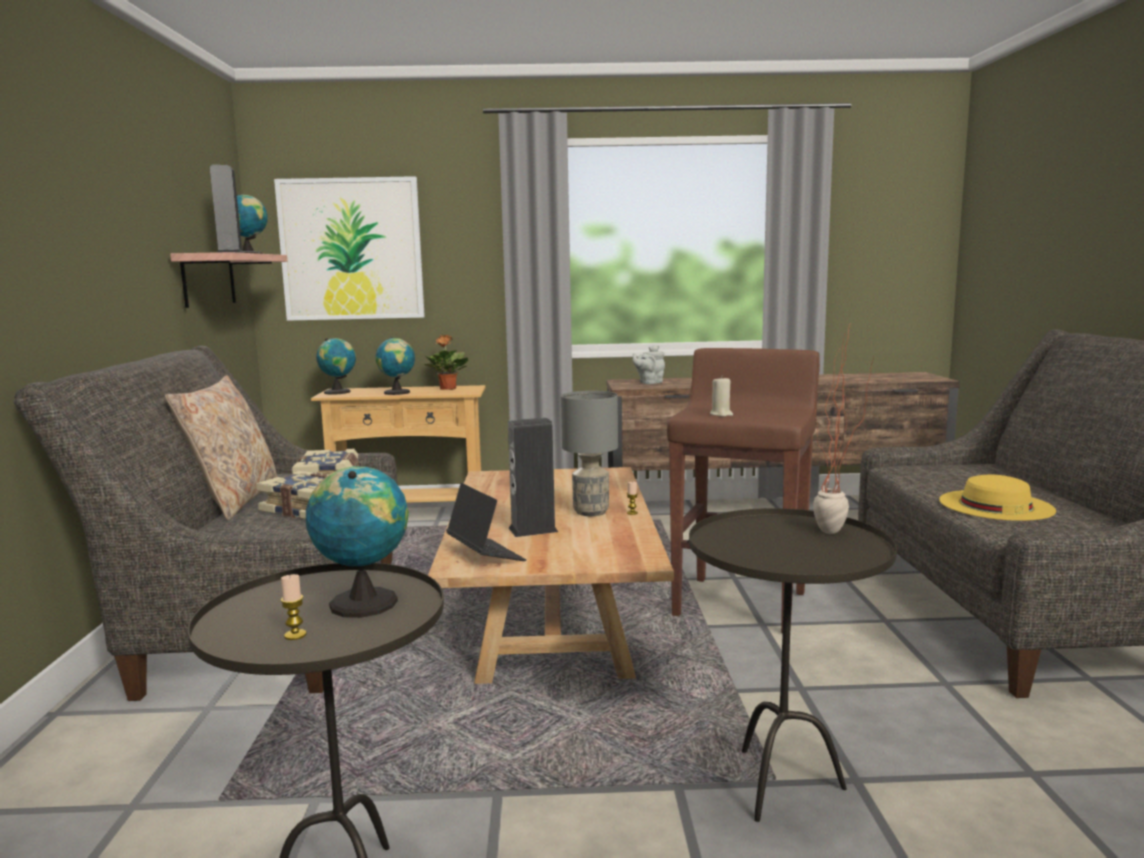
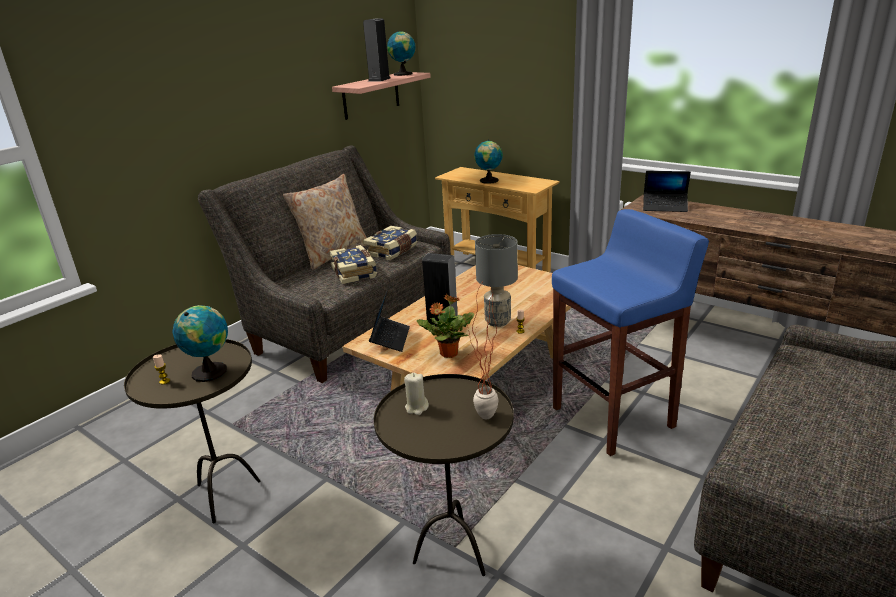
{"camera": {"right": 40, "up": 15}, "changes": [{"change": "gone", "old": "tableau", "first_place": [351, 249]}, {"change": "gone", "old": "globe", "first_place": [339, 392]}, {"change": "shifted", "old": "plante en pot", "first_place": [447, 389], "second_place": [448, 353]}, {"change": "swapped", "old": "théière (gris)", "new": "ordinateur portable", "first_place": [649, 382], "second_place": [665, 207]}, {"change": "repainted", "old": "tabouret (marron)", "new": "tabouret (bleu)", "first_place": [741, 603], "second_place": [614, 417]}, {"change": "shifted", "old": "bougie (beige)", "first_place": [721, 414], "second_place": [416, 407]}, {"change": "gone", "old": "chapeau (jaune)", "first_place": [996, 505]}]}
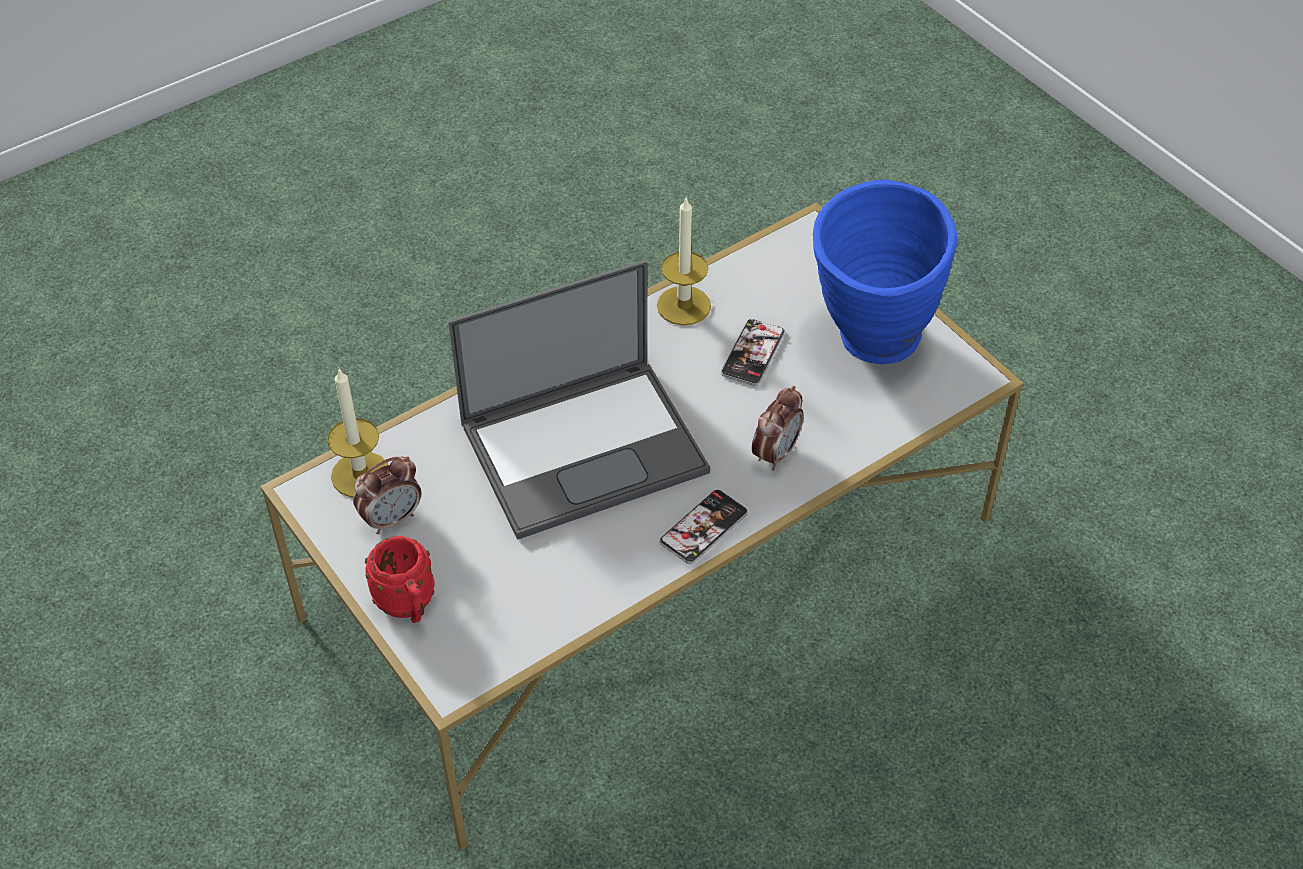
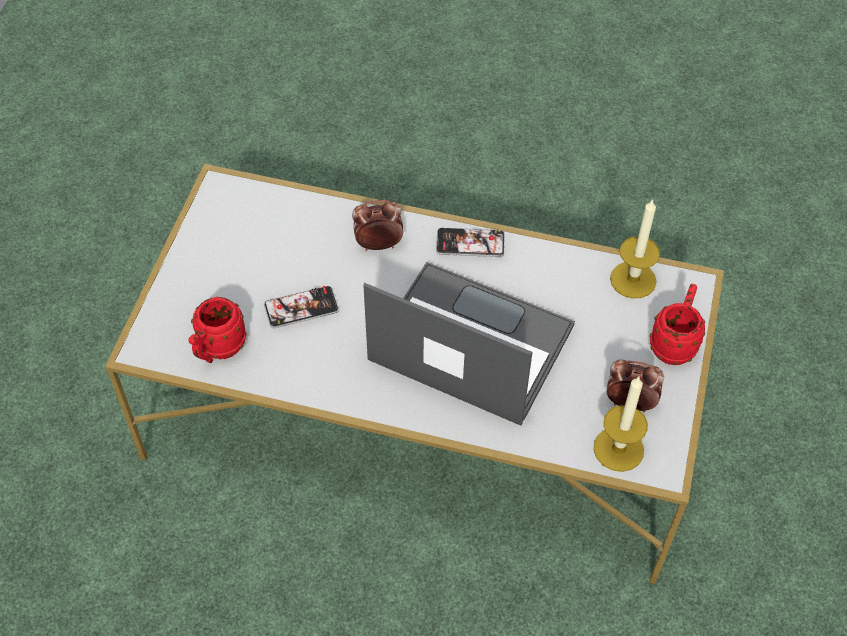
{"camera": {"right": -130, "up": 5}, "changes": [{"change": "shifted", "old": "bougie", "first_place": [683, 305], "second_place": [633, 280]}, {"change": "gone", "old": "vase (bleu)", "first_place": [869, 348]}, {"change": "new", "new": "mug (rouge)", "second_place": [218, 350]}]}
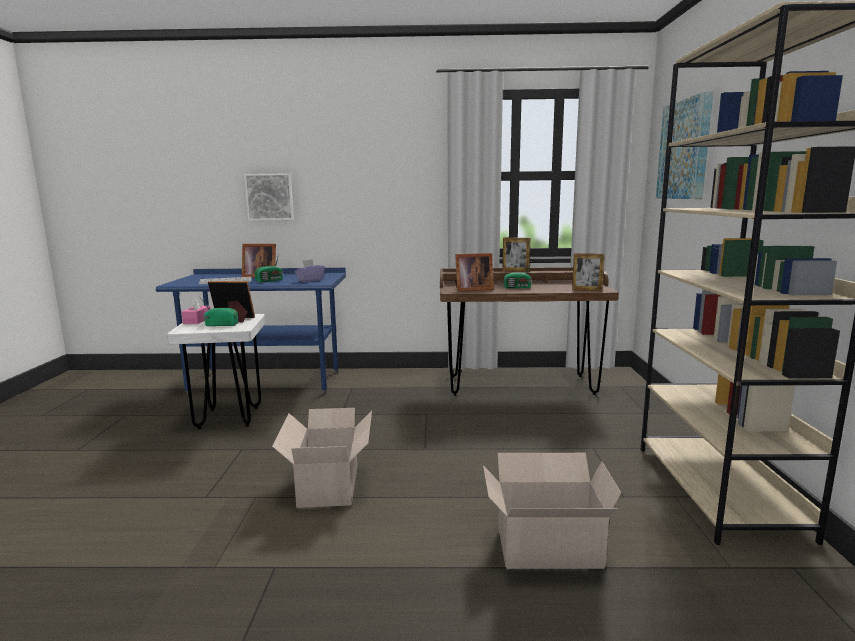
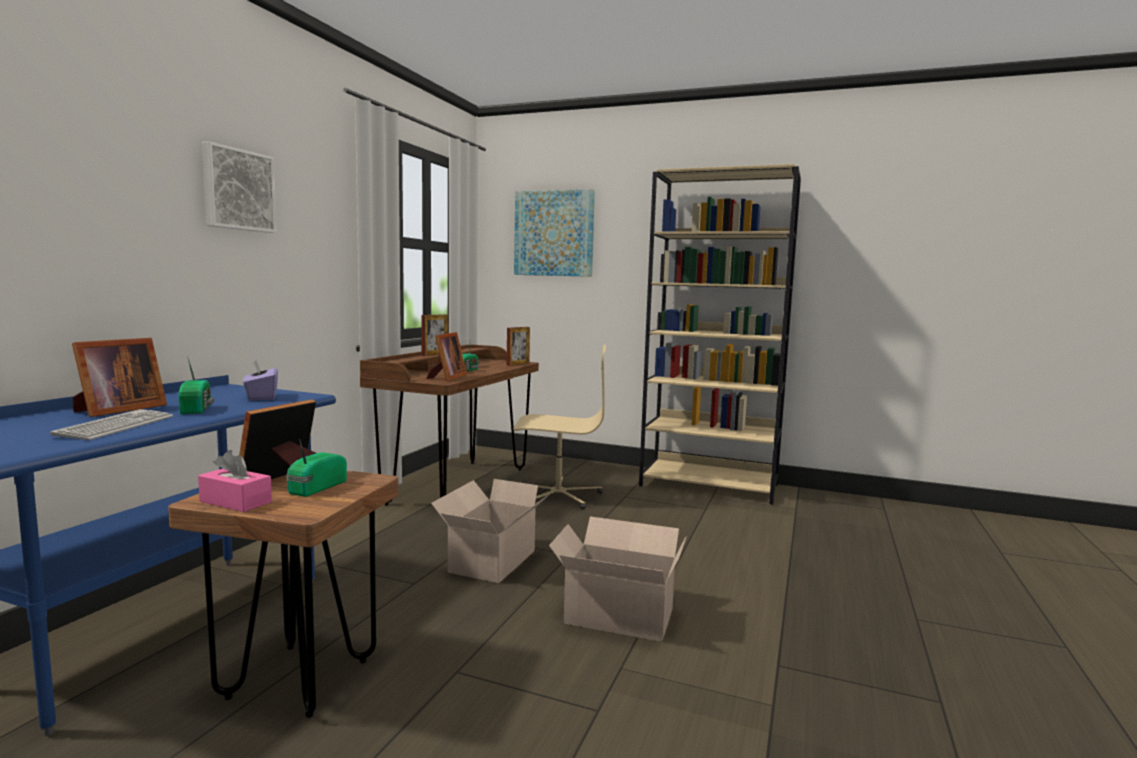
{"camera": {"right": -70, "up": -5}, "changes": [{"change": "repainted", "old": "tabouret (blanc)", "new": "tabouret (marron)", "first_place": [228, 418], "second_place": [299, 679]}, {"change": "shifted", "old": "tableau", "first_place": [270, 197], "second_place": [238, 190]}, {"change": "shifted", "old": "carton", "first_place": [545, 547], "second_place": [491, 562]}, {"change": "new", "new": "chaise de bureau (beige)", "second_place": [557, 496]}]}
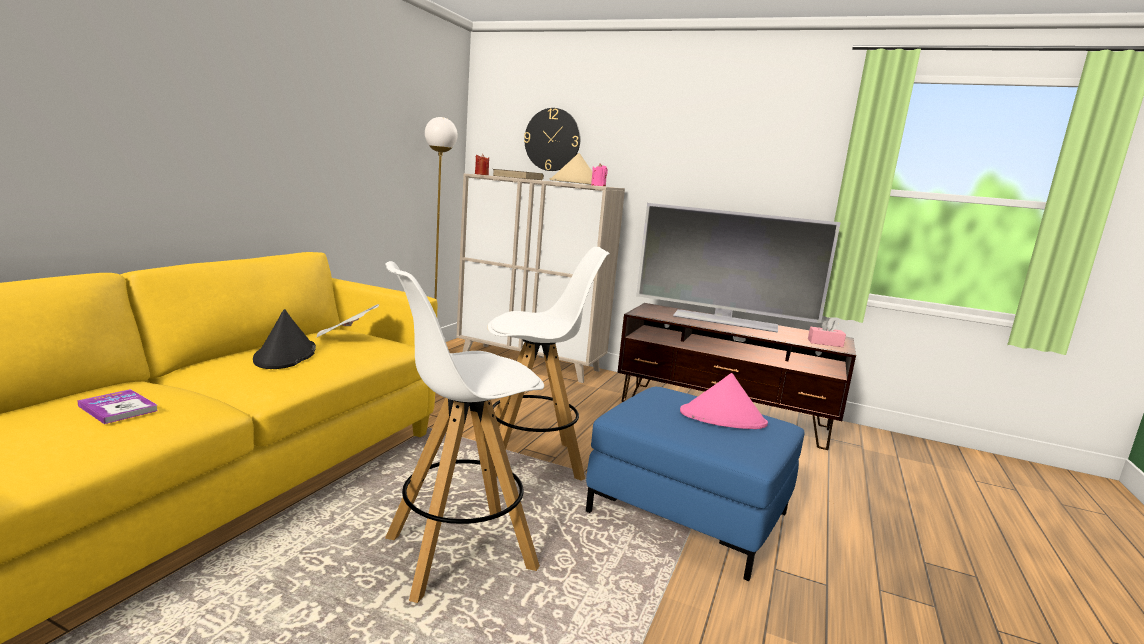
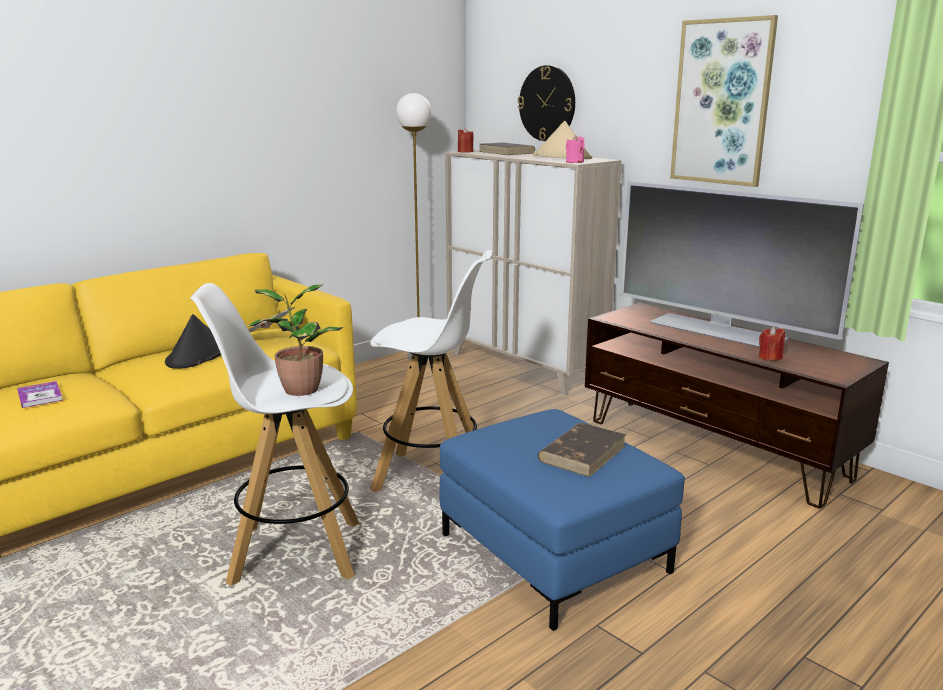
{"camera": {"right": 25, "up": 5}, "changes": [{"change": "swapped", "old": "chapeau (rose)", "new": "livre (marron)", "first_place": [723, 418], "second_place": [583, 453]}, {"change": "gone", "old": "boîte à mouchoirs (rose)", "first_place": [825, 343]}, {"change": "new", "new": "plante en pot", "second_place": [298, 389]}, {"change": "new", "new": "tableau", "second_place": [722, 102]}, {"change": "new", "new": "bougie (rouge)", "second_place": [770, 357]}]}
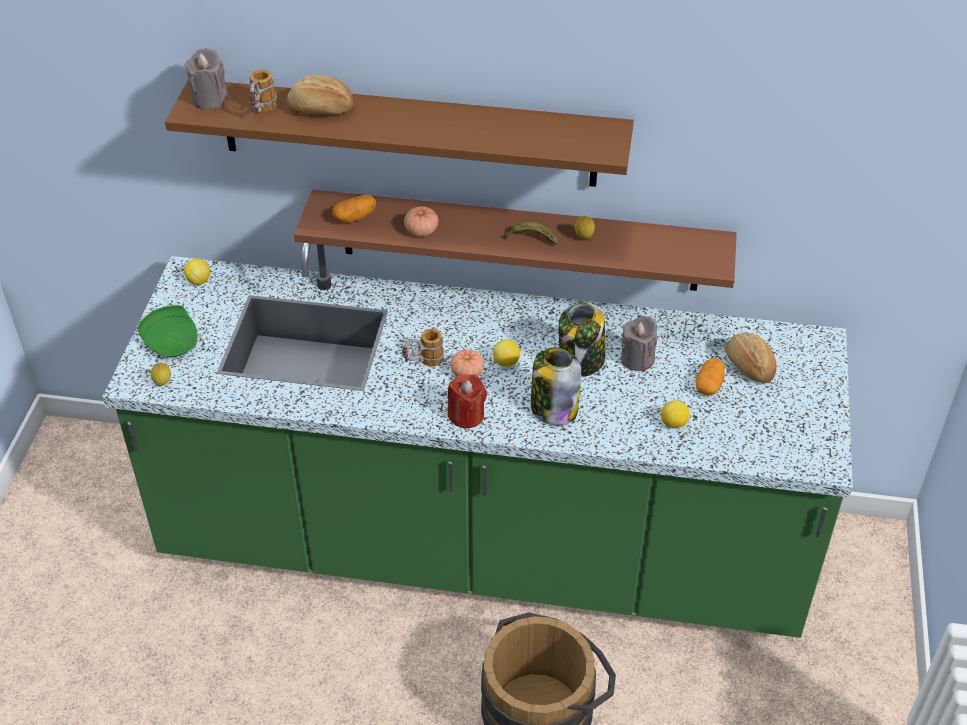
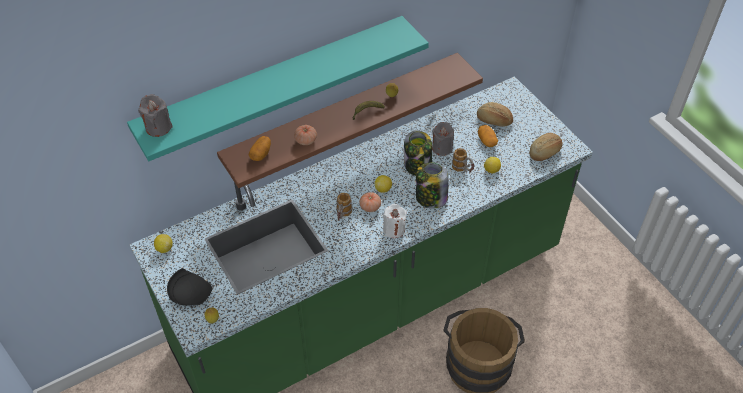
{"camera": {"right": -40, "up": 5}, "changes": [{"change": "repainted", "old": "assiette (vert)", "new": "assiette (noir)", "first_place": [173, 342], "second_place": [191, 293]}, {"change": "repainted", "old": "étagère (marron)", "new": "étagère (turquoise)", "first_place": [408, 133], "second_place": [275, 86]}, {"change": "shifted", "old": "mug", "first_place": [261, 112], "second_place": [463, 170]}, {"change": "shifted", "old": "pain", "first_place": [321, 110], "second_place": [545, 152]}, {"change": "repainted", "old": "bougie (rouge)", "new": "bougie (blanc)", "first_place": [466, 415], "second_place": [394, 229]}]}
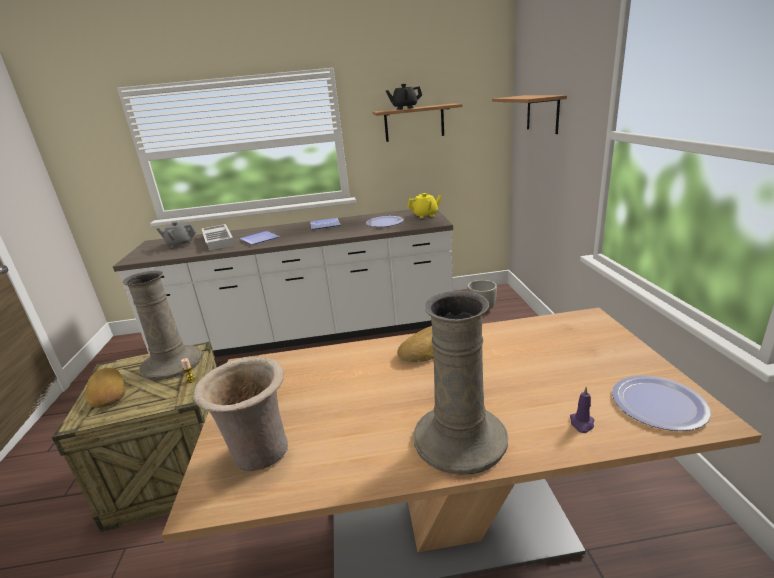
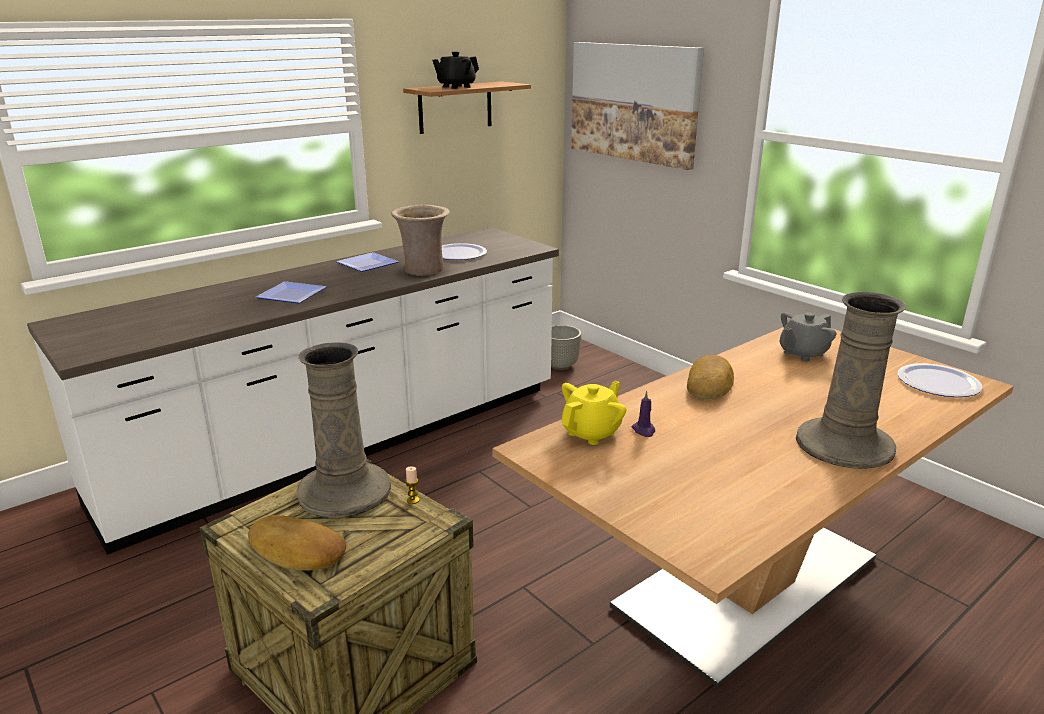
{"camera": {"right": -35, "up": 0}, "changes": [{"change": "shifted", "old": "théière (gris)", "first_place": [180, 244], "second_place": [802, 353]}, {"change": "shifted", "old": "vase (beige)", "first_place": [258, 453], "second_place": [424, 271]}, {"change": "gone", "old": "plateau (blanc)", "first_place": [219, 240]}, {"change": "shifted", "old": "théière (jaune)", "first_place": [425, 215], "second_place": [592, 432]}, {"change": "swapped", "old": "étagère", "new": "tableau", "first_place": [542, 113], "second_place": [634, 102]}, {"change": "shifted", "old": "bougie (violet)", "first_place": [582, 423], "second_place": [644, 430]}]}
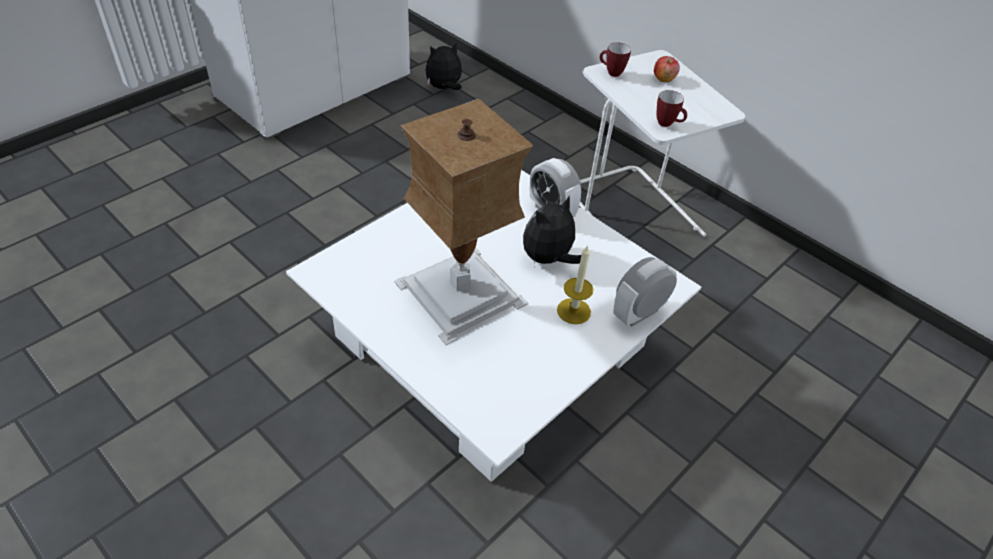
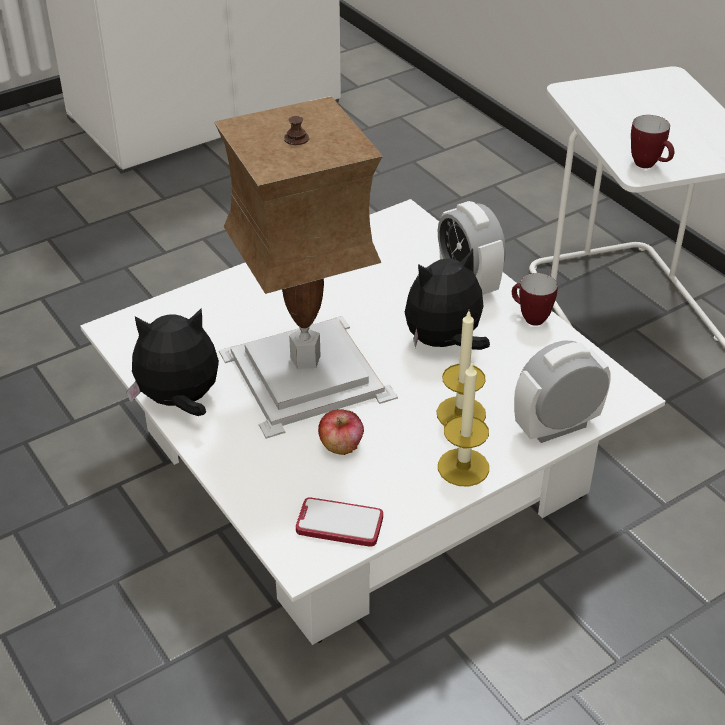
{"camera": {"right": 15, "up": -5}, "changes": [{"change": "shifted", "old": "peluche", "first_place": [444, 88], "second_place": [180, 401]}, {"change": "shifted", "old": "mug", "first_place": [611, 73], "second_place": [529, 318]}, {"change": "shifted", "old": "pomme", "first_place": [664, 78], "second_place": [341, 446]}, {"change": "new", "new": "téléphone", "second_place": [339, 524]}, {"change": "new", "new": "bougie", "second_place": [463, 467]}]}
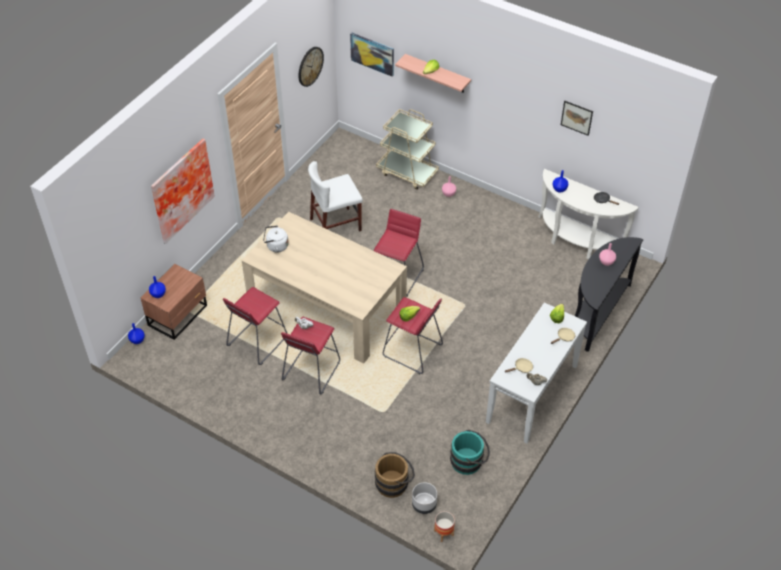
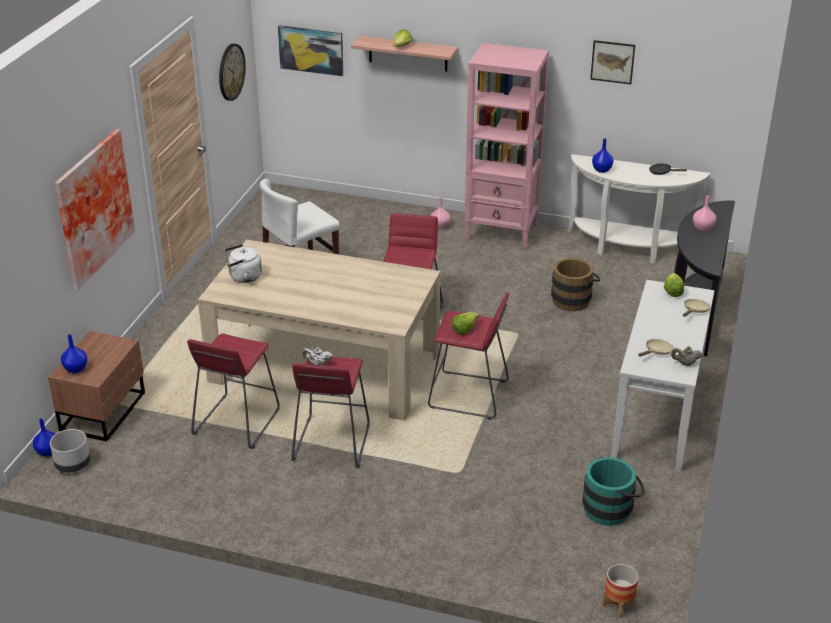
{"camera": {"right": -15, "up": -15}, "changes": [{"change": "shifted", "old": "seau (marron)", "first_place": [394, 483], "second_place": [573, 299]}, {"change": "gone", "old": "chariot (beige)", "first_place": [407, 172]}, {"change": "shifted", "old": "cache-pot (gris)", "first_place": [424, 504], "second_place": [73, 465]}, {"change": "new", "new": "bibliothèque (rose)", "second_place": [501, 233]}]}
